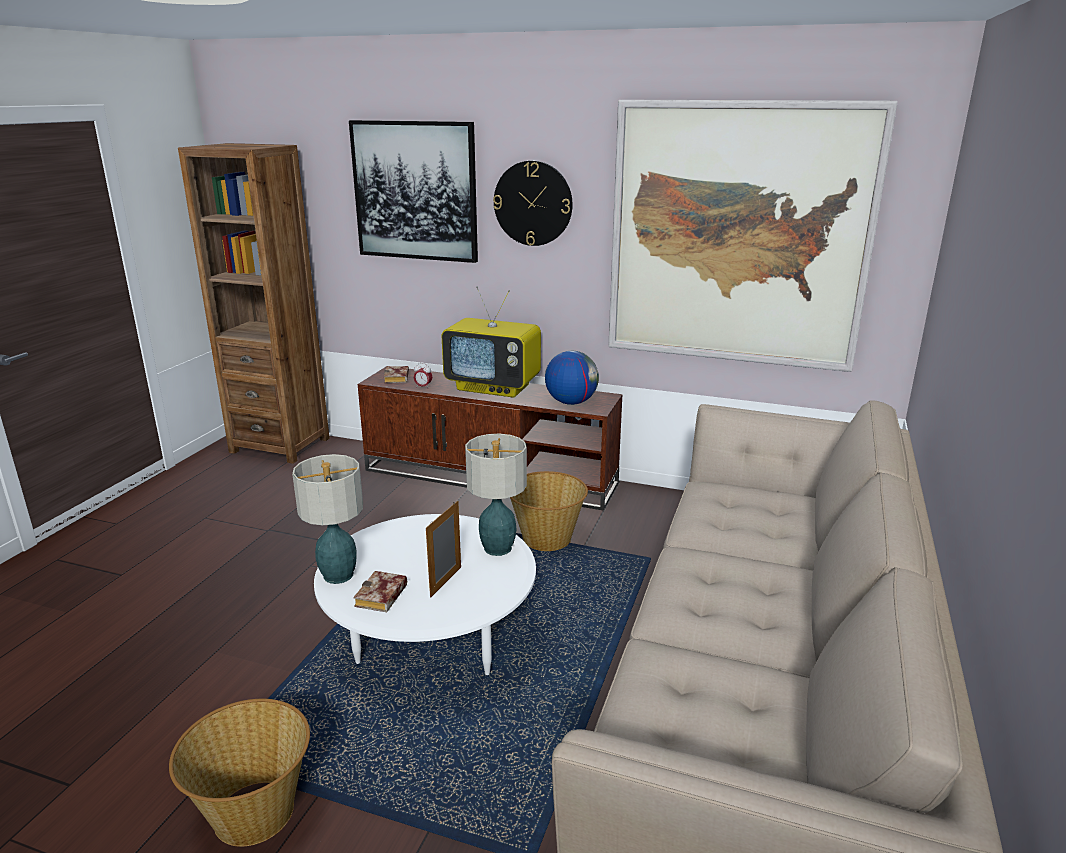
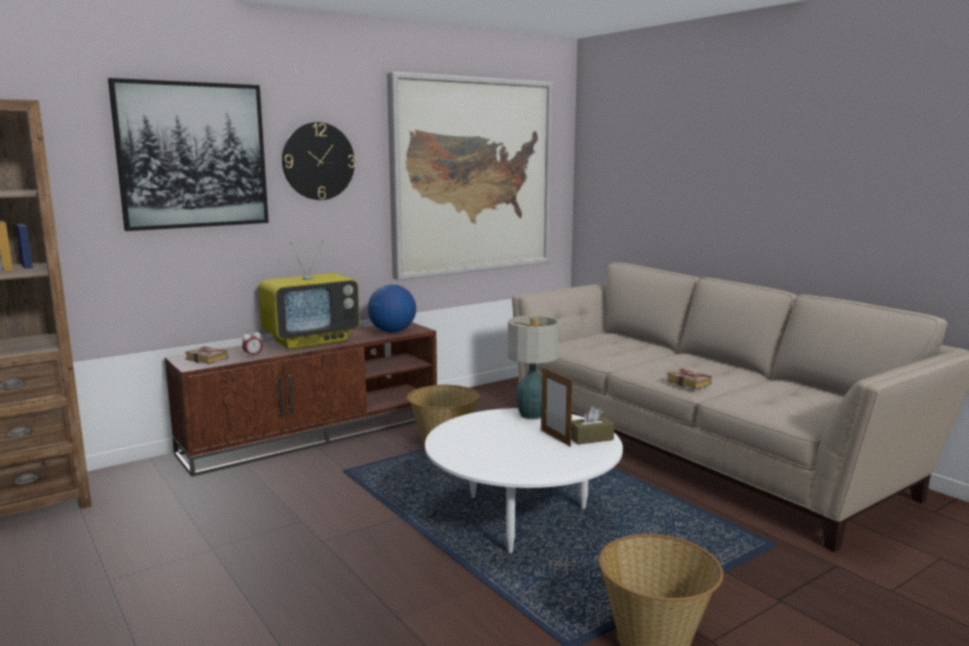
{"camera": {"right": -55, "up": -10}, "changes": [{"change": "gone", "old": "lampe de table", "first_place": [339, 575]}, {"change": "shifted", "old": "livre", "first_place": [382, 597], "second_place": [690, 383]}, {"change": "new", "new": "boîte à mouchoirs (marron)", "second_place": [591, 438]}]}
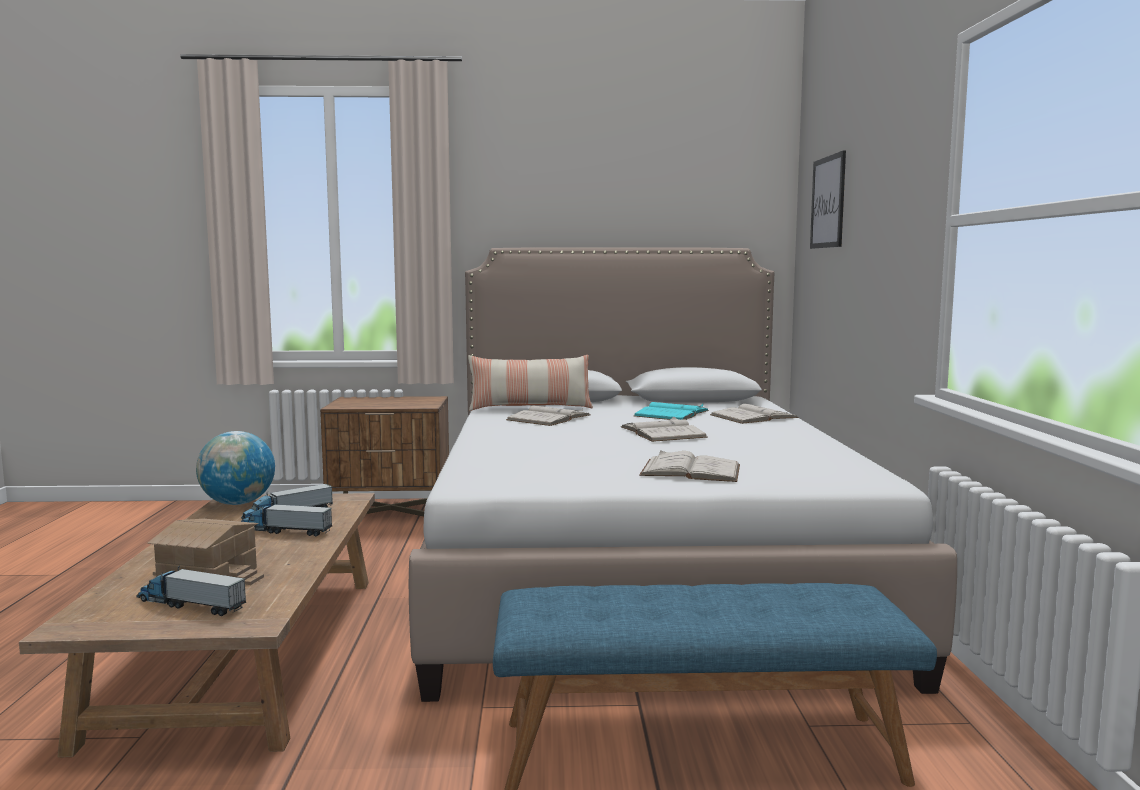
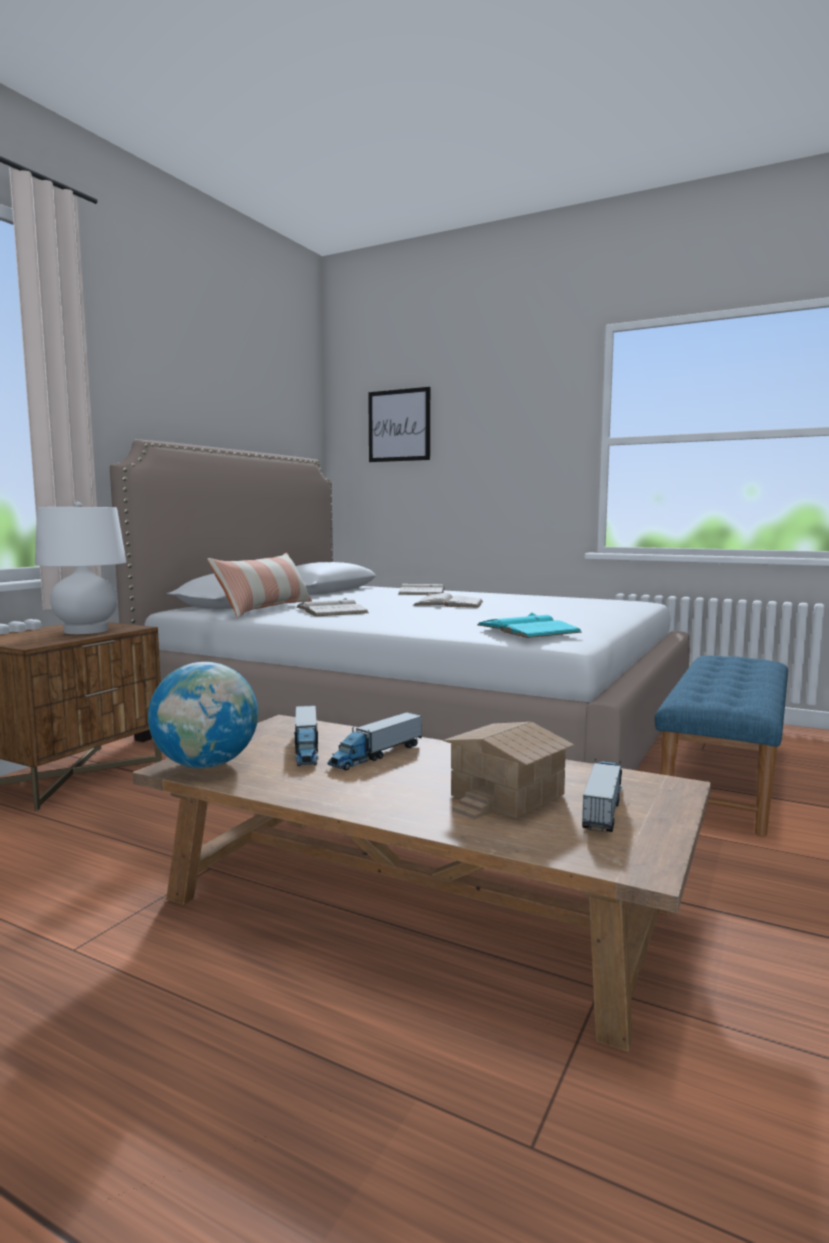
{"camera": {"right": -60, "up": 0}, "changes": [{"change": "rotated", "old": "camion jouet", "first_place": [190, 605], "second_place": [603, 806], "degrees": 150}, {"change": "shifted", "old": "livre (turquoise)", "first_place": [671, 413], "second_place": [527, 629]}, {"change": "gone", "old": "livre (blanc)", "first_place": [691, 470]}, {"change": "new", "new": "lampe de table (blanc)", "second_place": [86, 631]}]}
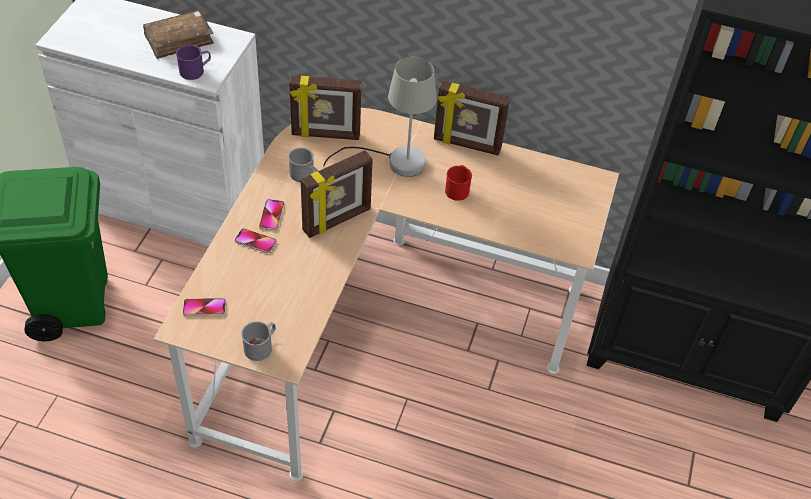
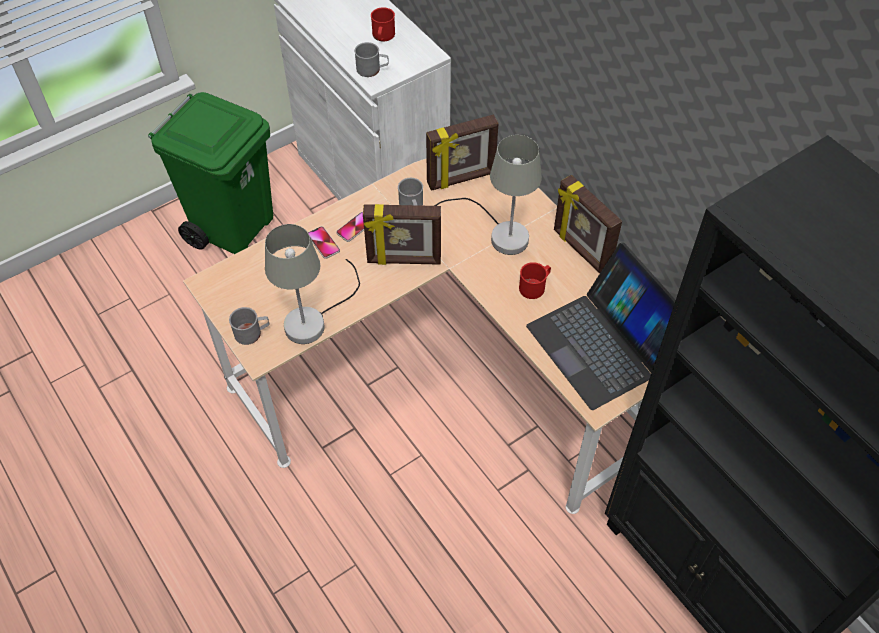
{"camera": {"right": 40, "up": 5}, "changes": [{"change": "swapped", "old": "livre (marron)", "new": "mug (rouge)", "first_place": [179, 40], "second_place": [383, 37]}, {"change": "repainted", "old": "mug (violet)", "new": "mug (gris)", "first_place": [195, 70], "second_place": [372, 69]}, {"change": "gone", "old": "téléphone", "first_place": [204, 308]}, {"change": "rotated", "old": "cadre photo", "first_place": [325, 135], "second_place": [461, 179], "degrees": -60}, {"change": "new", "new": "lampe de table (gris)", "second_place": [313, 319]}, {"change": "new", "new": "ordinateur portable", "second_place": [603, 344]}]}
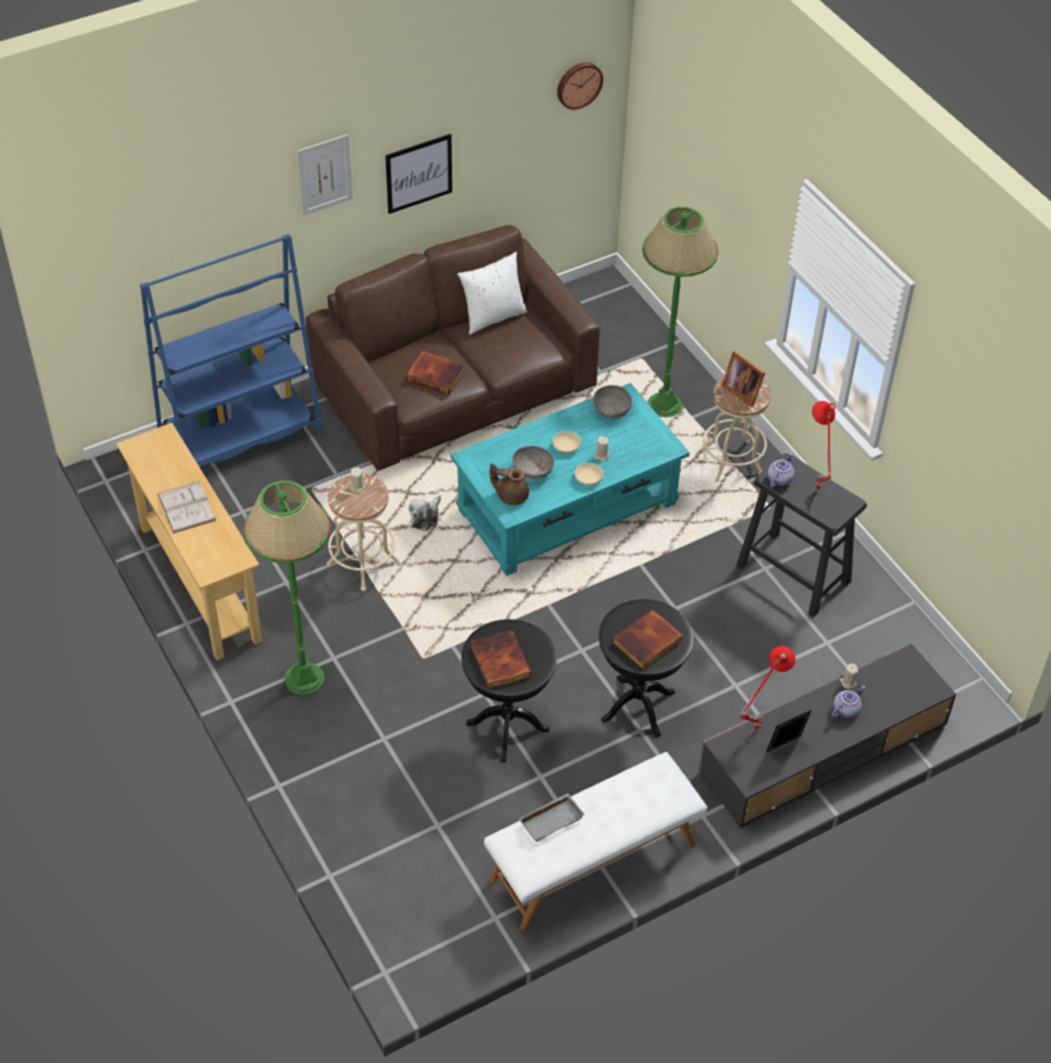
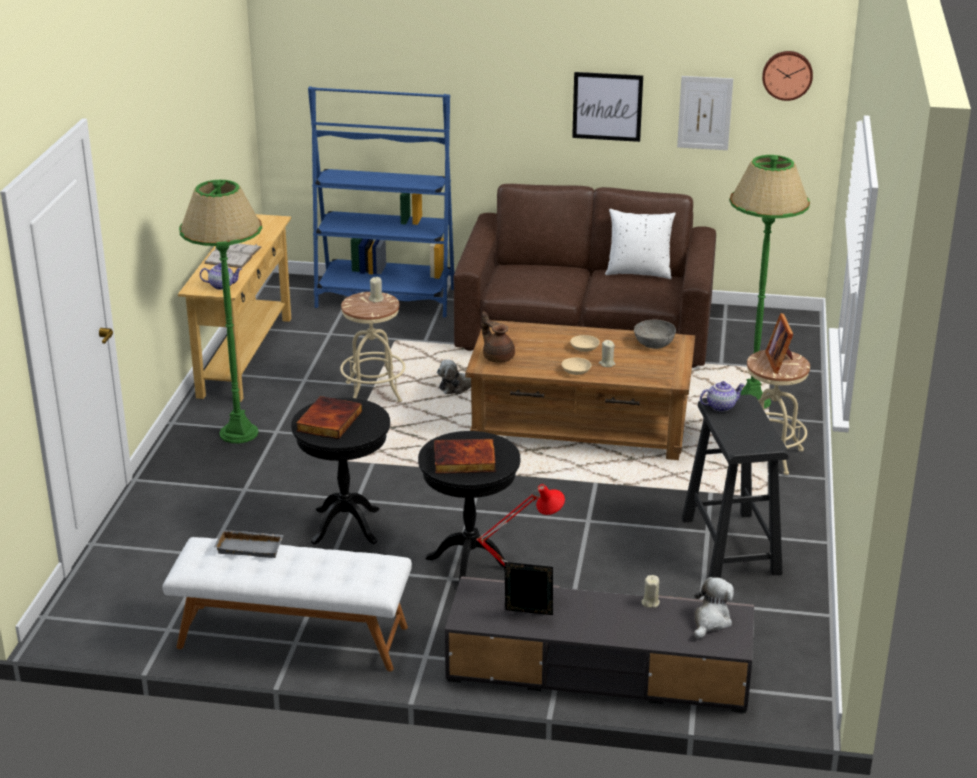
{"camera": {"right": 40, "up": -20}, "changes": [{"change": "shifted", "old": "tableau", "first_place": [325, 174], "second_place": [704, 113]}, {"change": "gone", "old": "livre", "first_place": [436, 374]}, {"change": "repainted", "old": "table basse (turquoise)", "new": "table basse (marron)", "first_place": [568, 507], "second_place": [581, 426]}, {"change": "gone", "old": "bol (gris)", "first_place": [533, 471]}, {"change": "gone", "old": "lampe de table (rouge)", "first_place": [815, 490]}, {"change": "shifted", "old": "théière", "first_place": [845, 709], "second_place": [222, 286]}, {"change": "new", "new": "peluche", "second_place": [710, 621]}]}
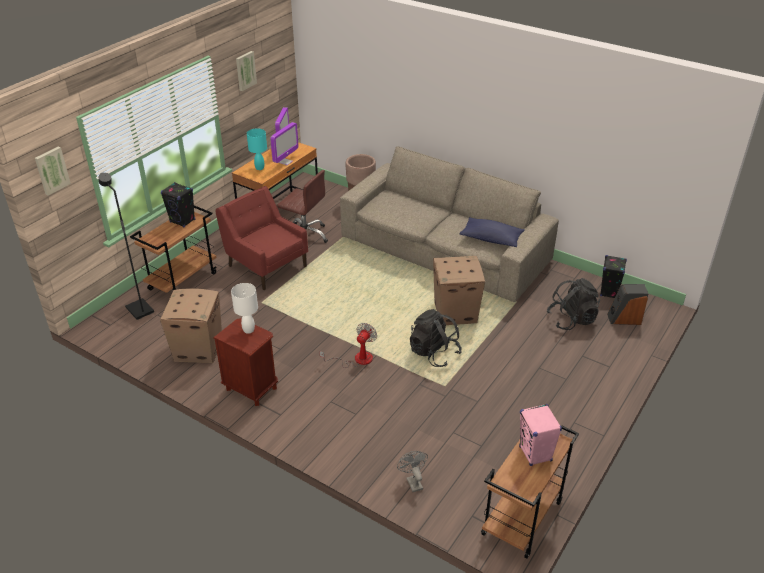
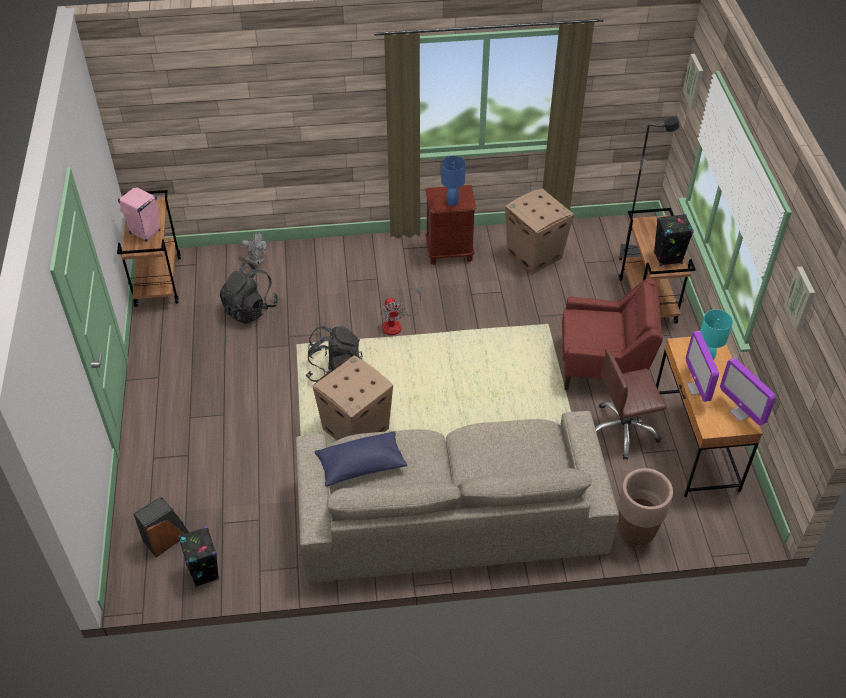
{"camera": {"right": 140, "up": 10}, "changes": [{"change": "repainted", "old": "lampe de table (blanc)", "new": "lampe de table (bleu)", "first_place": [248, 330], "second_place": [452, 202]}, {"change": "shifted", "old": "sac à dos (noir)", "first_place": [571, 319], "second_place": [250, 309]}]}
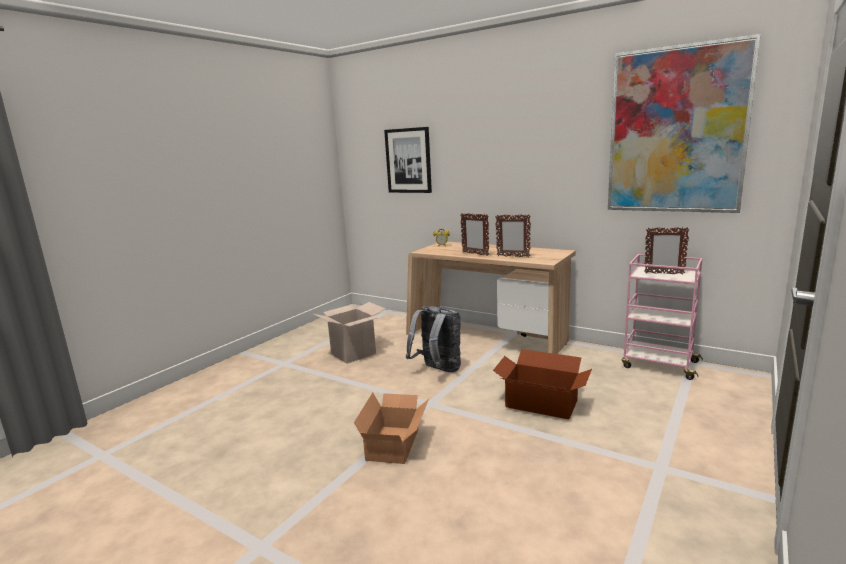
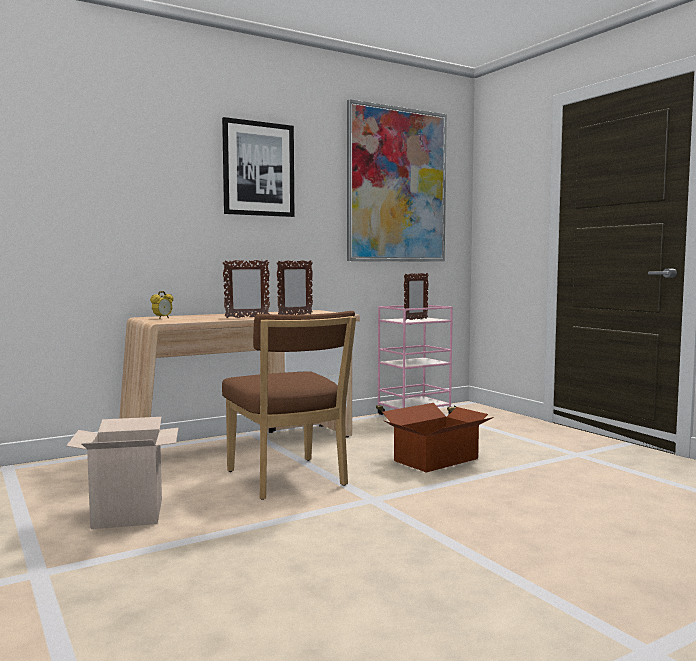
{"camera": {"right": -65, "up": -10}, "changes": [{"change": "gone", "old": "carton", "first_place": [396, 443]}, {"change": "shifted", "old": "tableau", "first_place": [408, 160], "second_place": [258, 169]}, {"change": "swapped", "old": "sac à dos (gris)", "new": "chaise (marron)", "first_place": [437, 370], "second_place": [288, 480]}]}
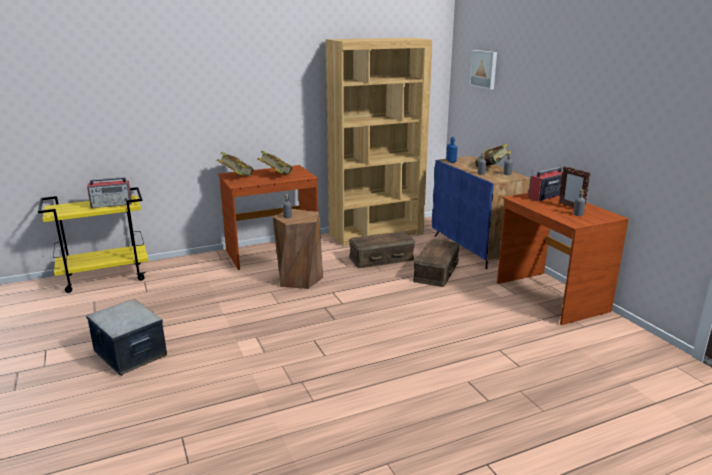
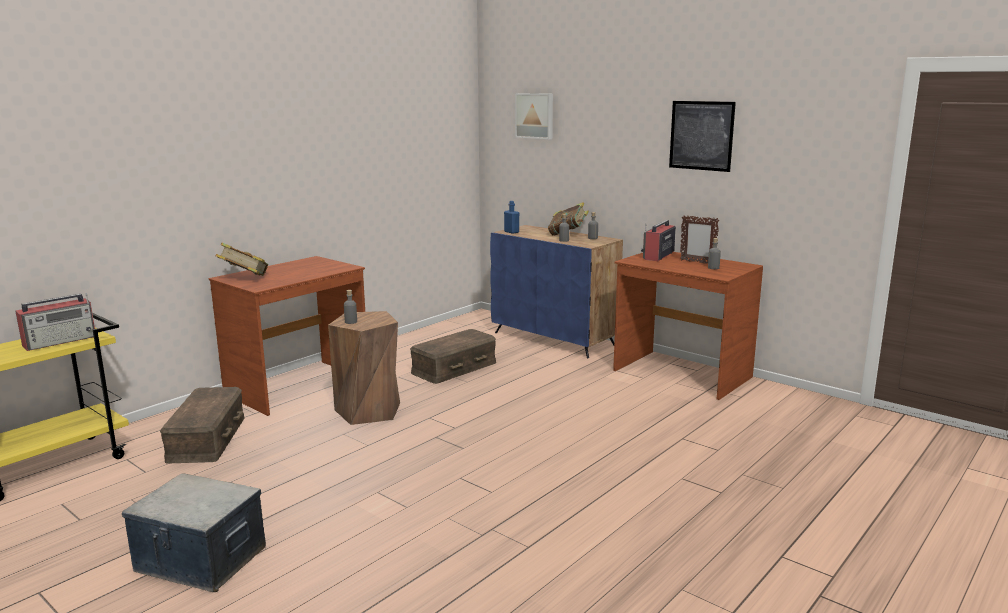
{"camera": {"right": -25, "up": -5}, "changes": [{"change": "gone", "old": "livre", "first_place": [275, 175]}, {"change": "gone", "old": "bibliothèque (marron)", "first_place": [376, 233]}, {"change": "shifted", "old": "boîte de rangement (marron)", "first_place": [437, 271], "second_place": [208, 438]}, {"change": "new", "new": "tableau", "second_place": [701, 135]}]}
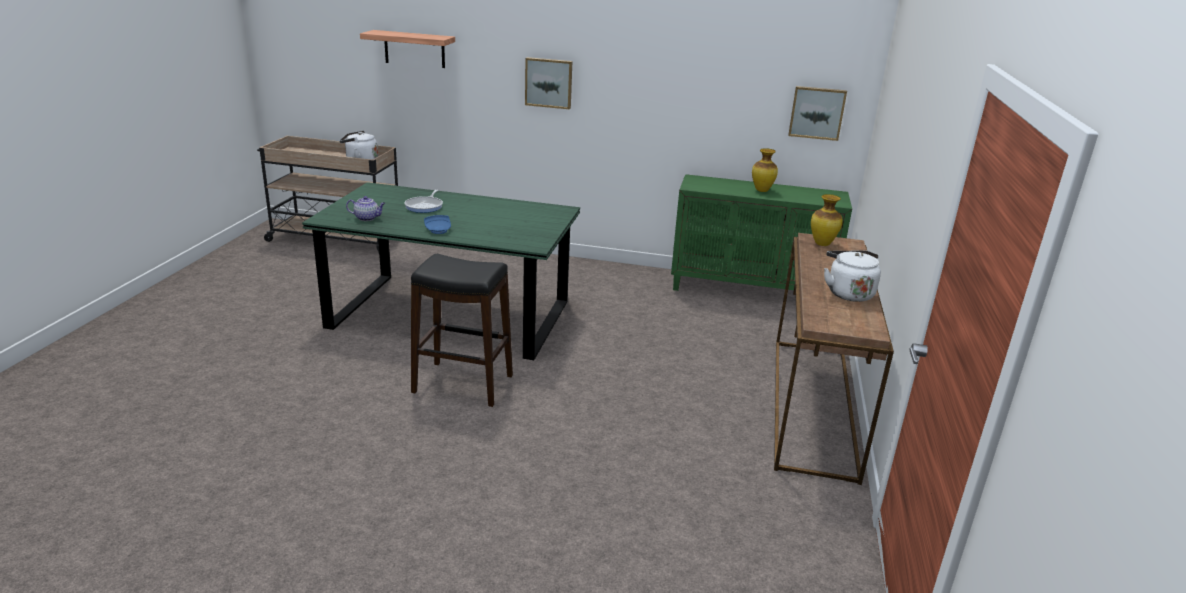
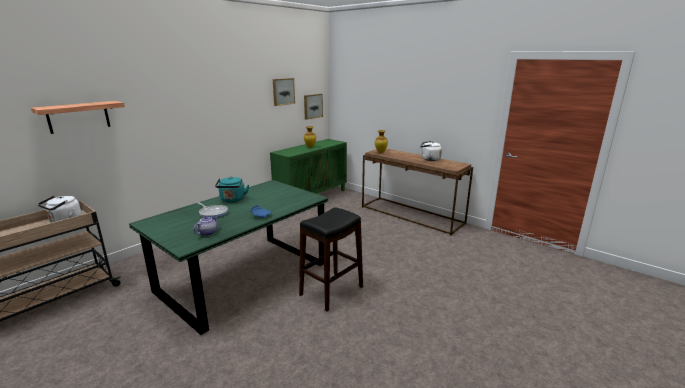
{"camera": {"right": -60, "up": -5}, "changes": [{"change": "shifted", "old": "tableau", "first_place": [549, 82], "second_place": [283, 91]}, {"change": "new", "new": "bouilloire (turquoise)", "second_place": [232, 200]}]}
